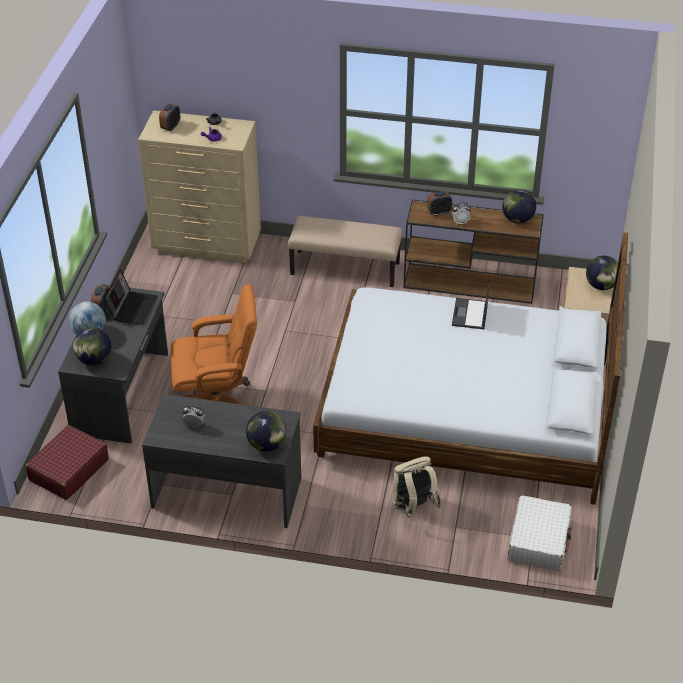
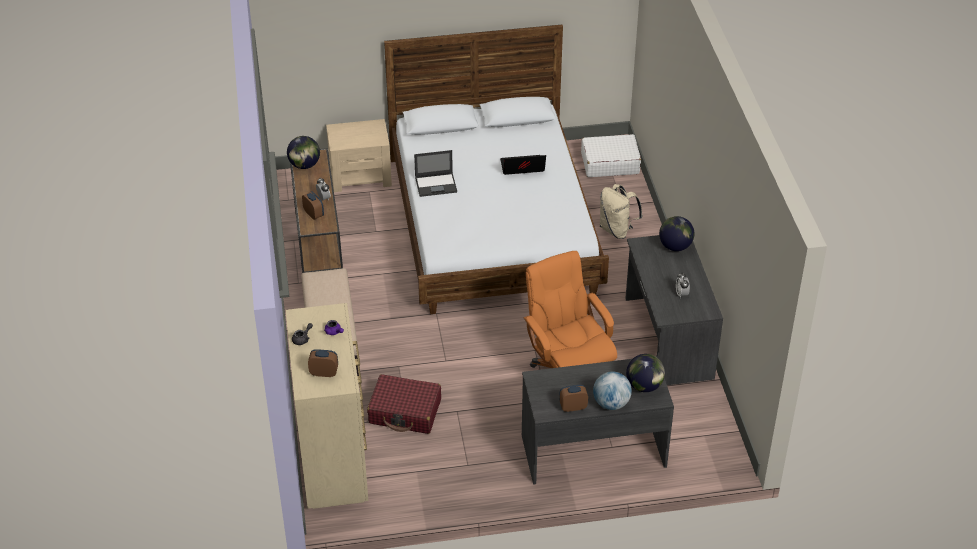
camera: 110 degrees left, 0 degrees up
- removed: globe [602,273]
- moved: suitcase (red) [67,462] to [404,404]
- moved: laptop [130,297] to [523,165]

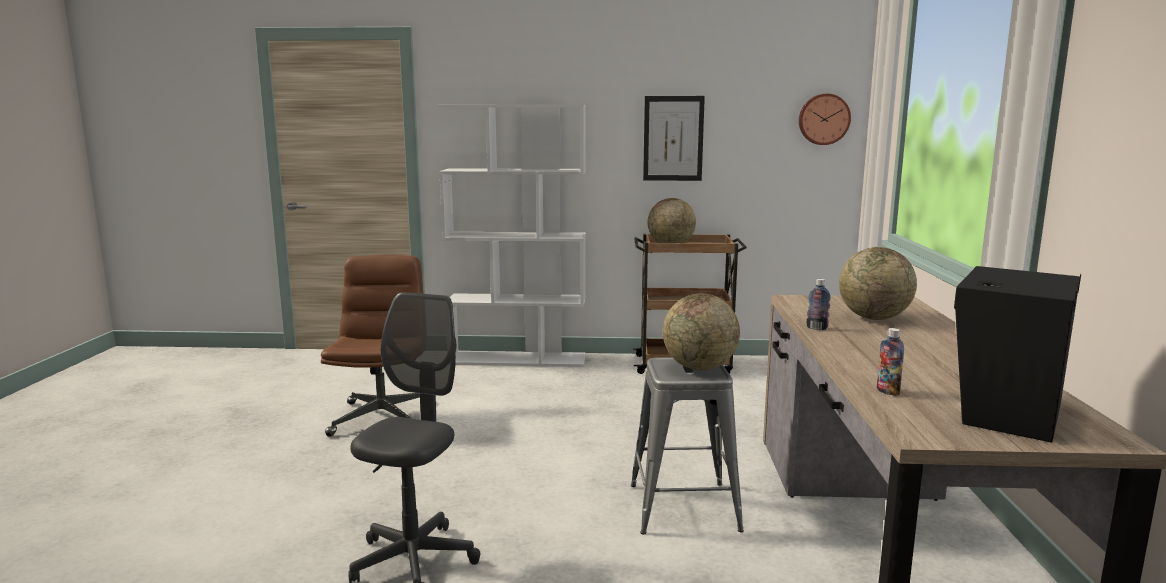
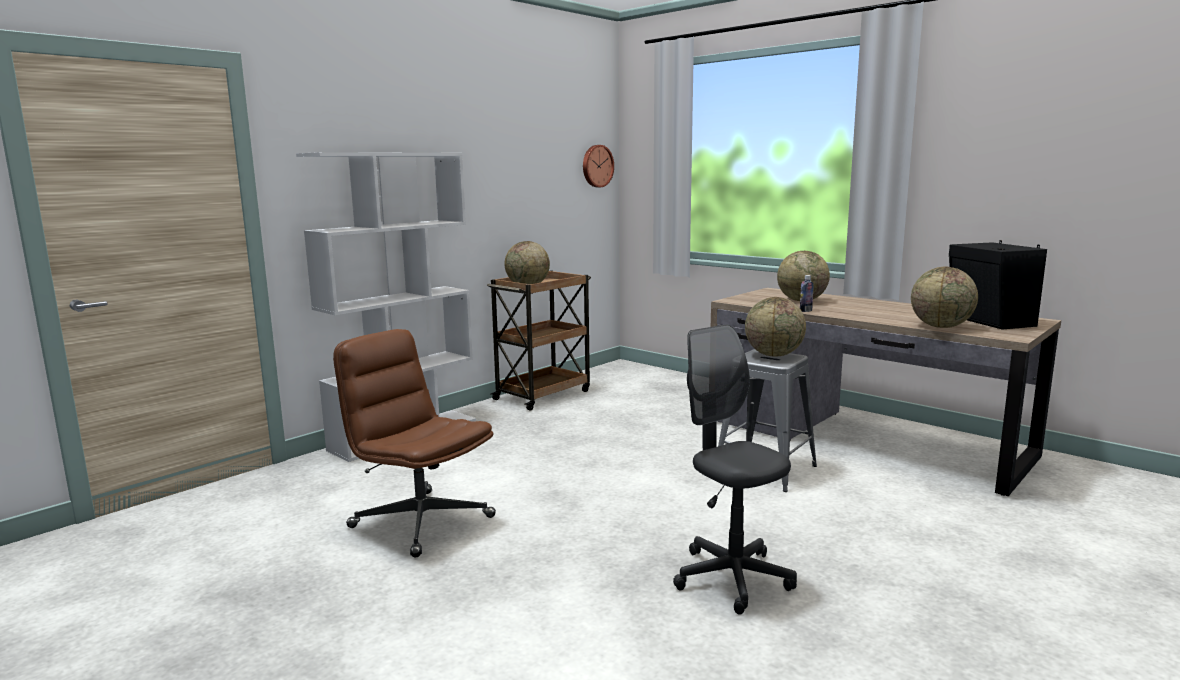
camera: 50 degrees left, 0 degrees up
- removed: picture [674,138]
- replaced: bottle [890,362] to globe [944,297]

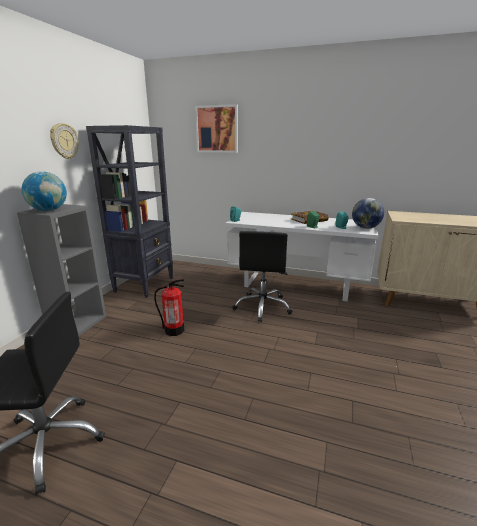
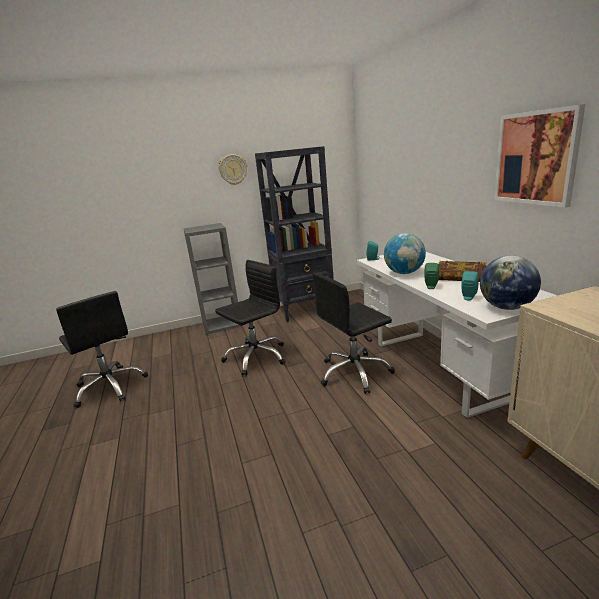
camera: 55 degrees right, 0 degrees up
- moved: globe [44,191] to [405,253]
- moved: picture [216,128] to [539,156]
- replaced: fire extinguisher [169,307] to office chair (black) [250,318]

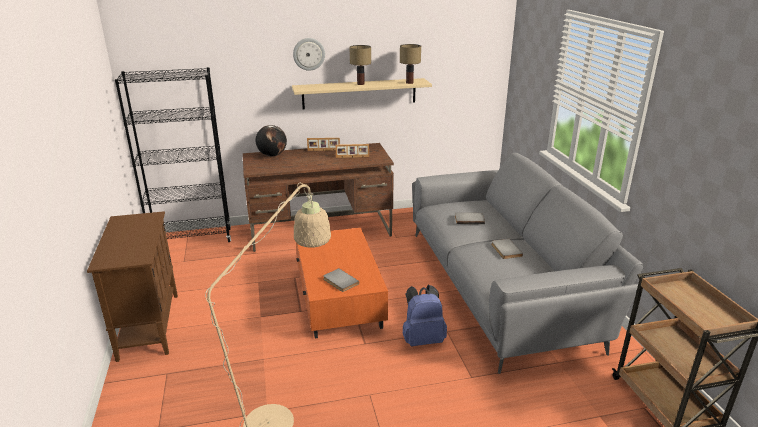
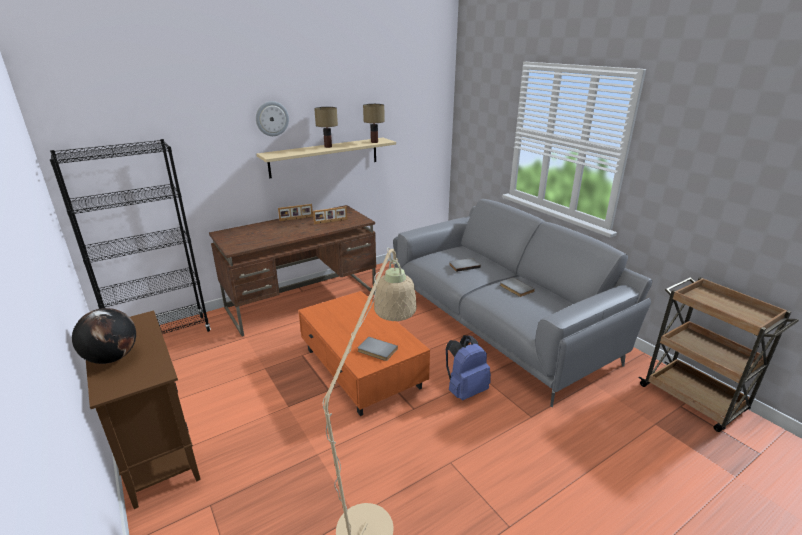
camera: 20 degrees left, 0 degrees up
- moved: globe [271,141] to [104,336]

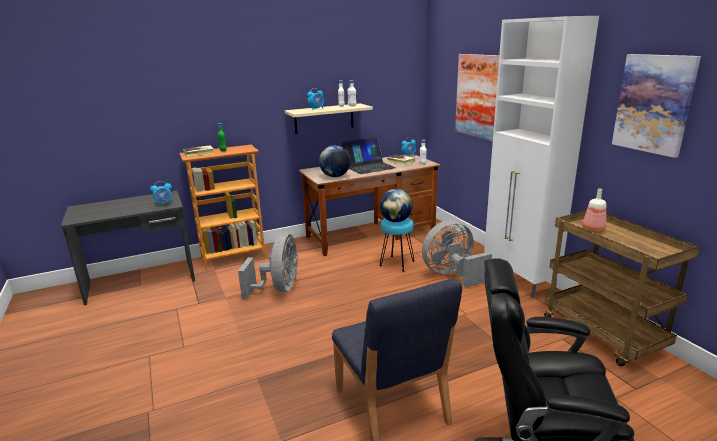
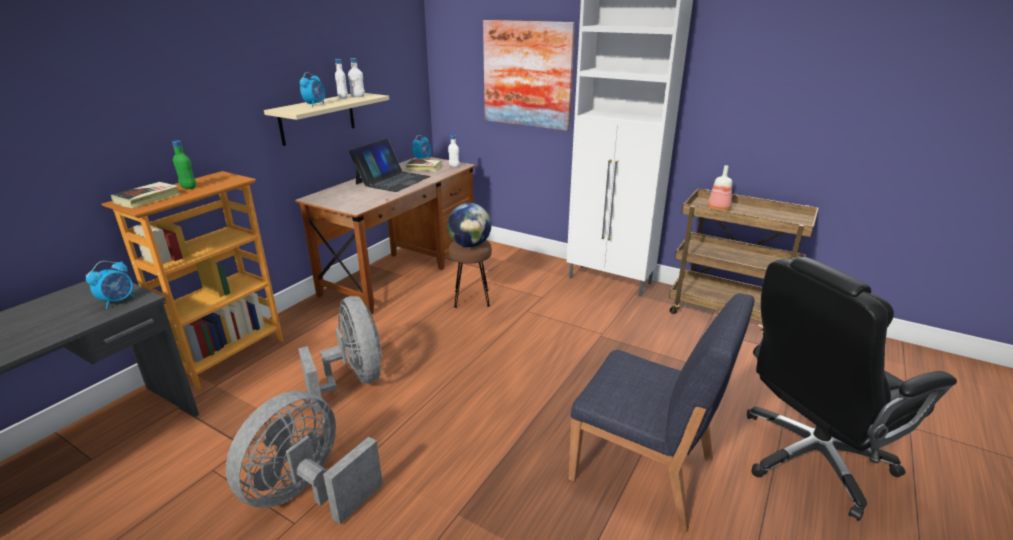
camera: 35 degrees left, 5 degrees up
- removed: globe [335,161]
- removed: picture [656,106]
- moved: fan (grey) [457,253] to [304,457]
- recoloured: stool (turquoise) [397,244] to stool (brown) [470,274]

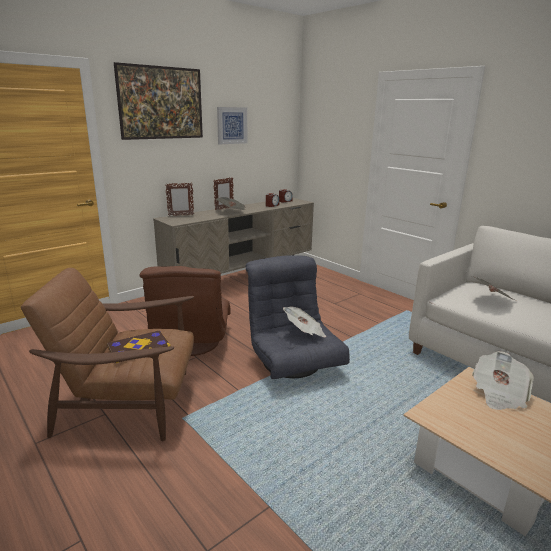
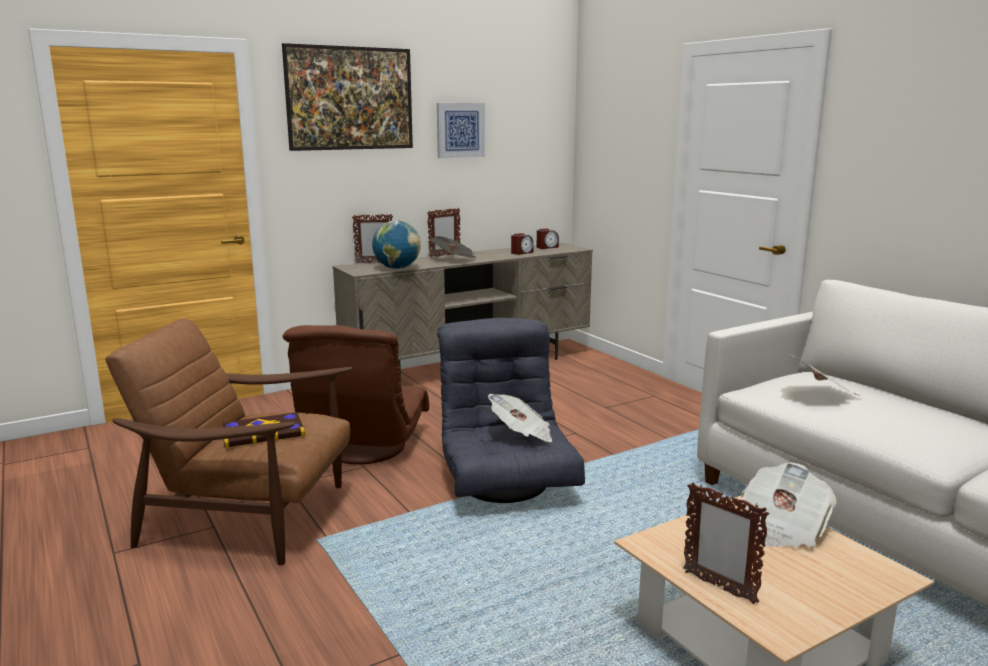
camera: 10 degrees right, 5 degrees down
- added: globe [396,244]
- added: picture frame [726,543]

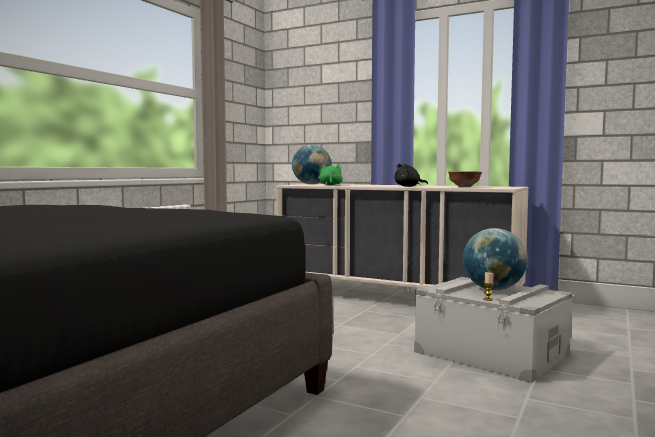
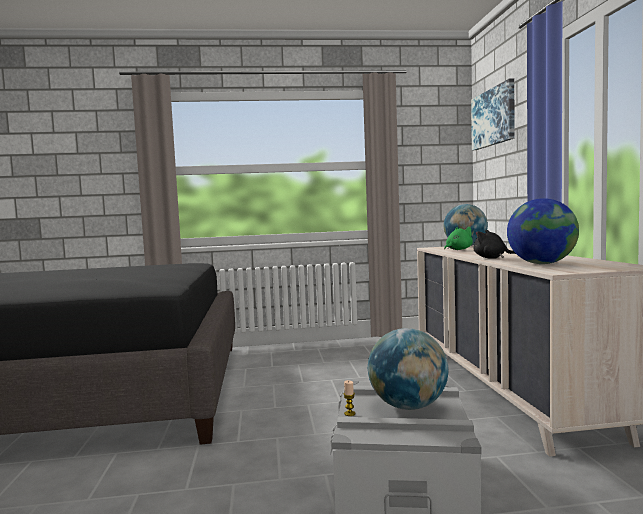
camera: 55 degrees right, 0 degrees up
- added: picture [493,114]
- replaced: bowl [465,179] to globe [543,231]

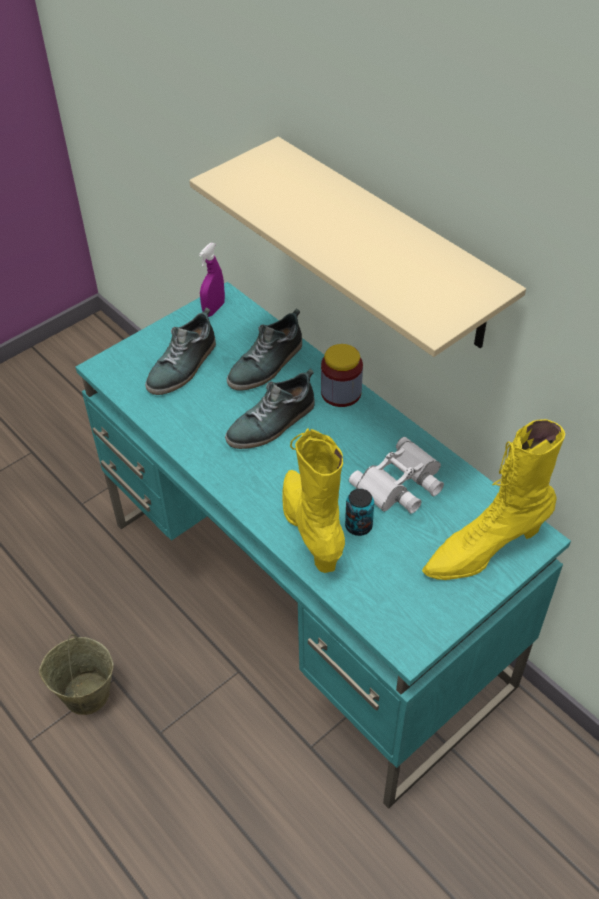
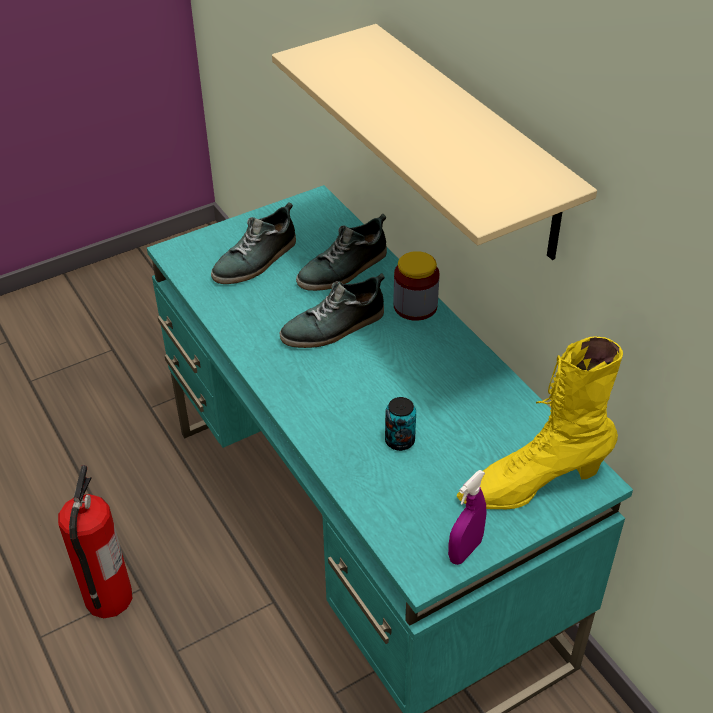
camera: 10 degrees right, 5 degrees down
- removed: boot (yellow) [313,500]
- removed: binoculars (white) [396,475]
- moved: spray bottle (purple) [212,280] to [467,517]
- replaced: bucket (beige) [76,674] to fire extinguisher [95,541]

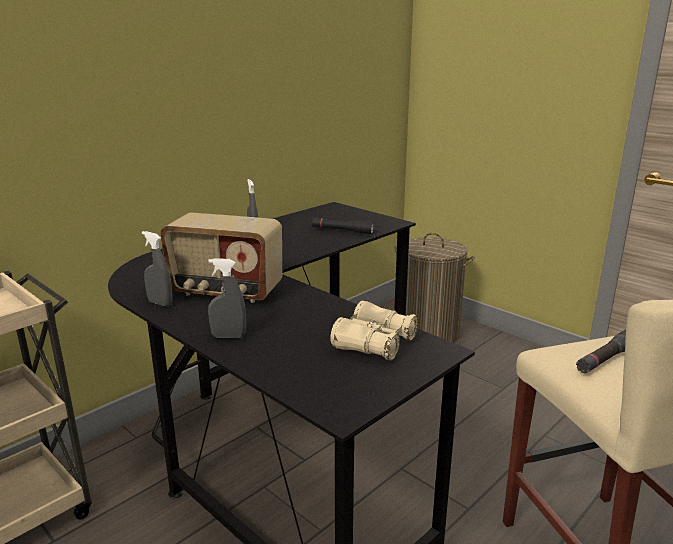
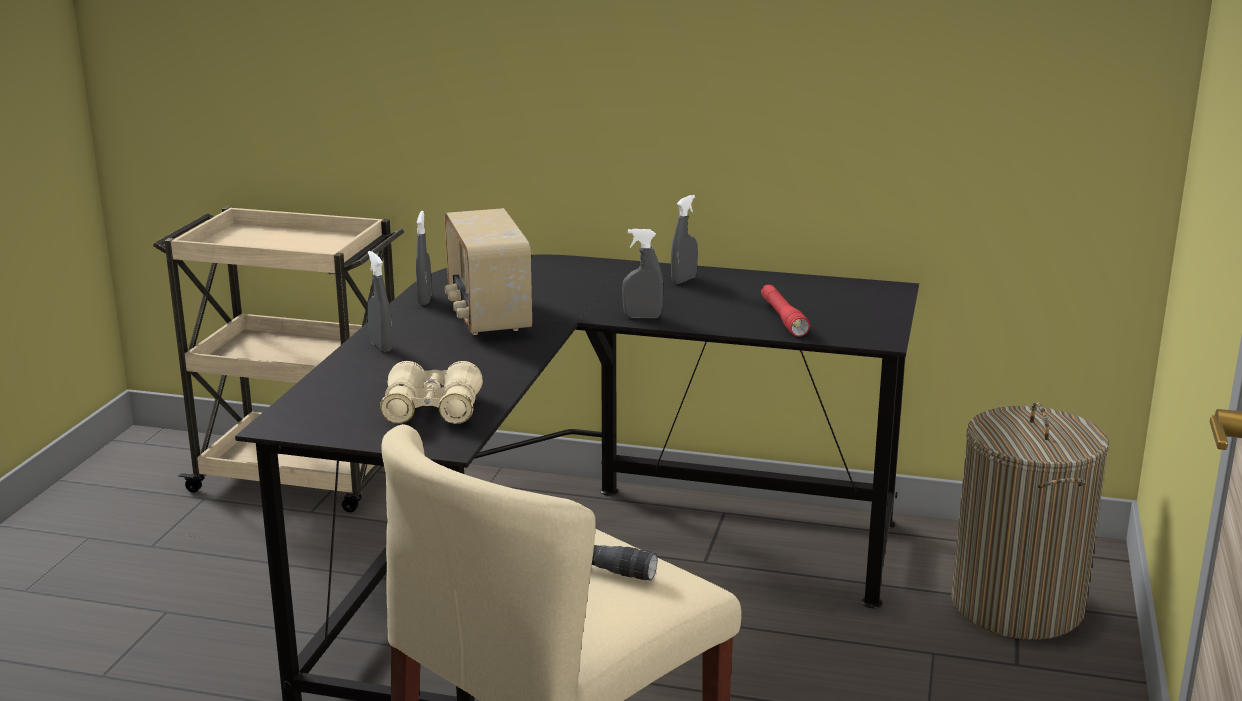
camera: 60 degrees right, 0 degrees up
- added: spray bottle (grey) [642,273]
- recoloured: flashlight (black) [343,226] to flashlight (red) [785,311]

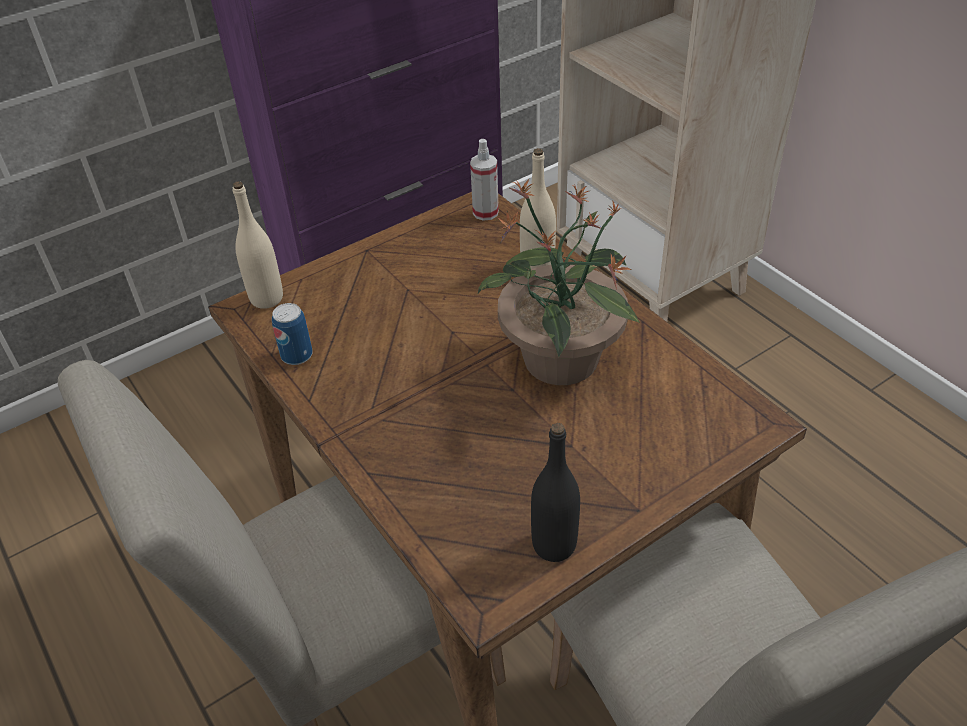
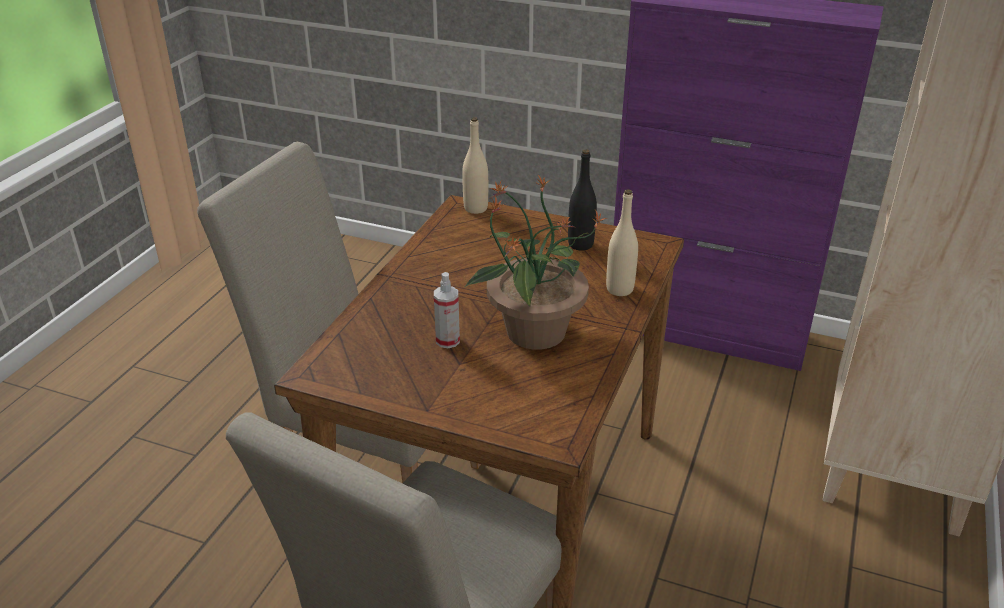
camera: 55 degrees right, 10 degrees down
- removed: can [292,334]
- moved: spray bottle [484,180] to [447,310]
- moved: bottle (black) [555,492] to [582,200]

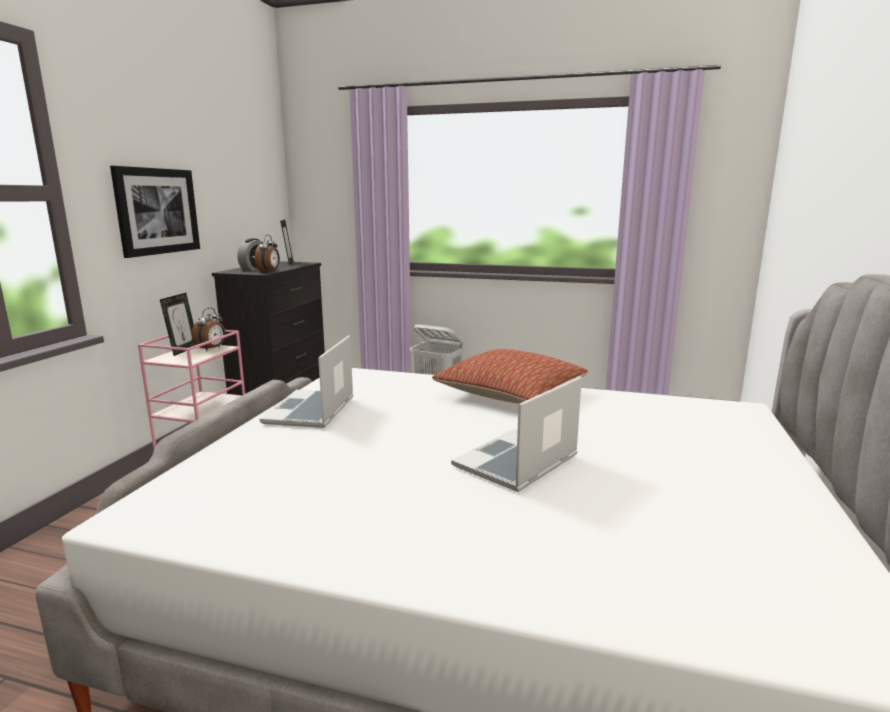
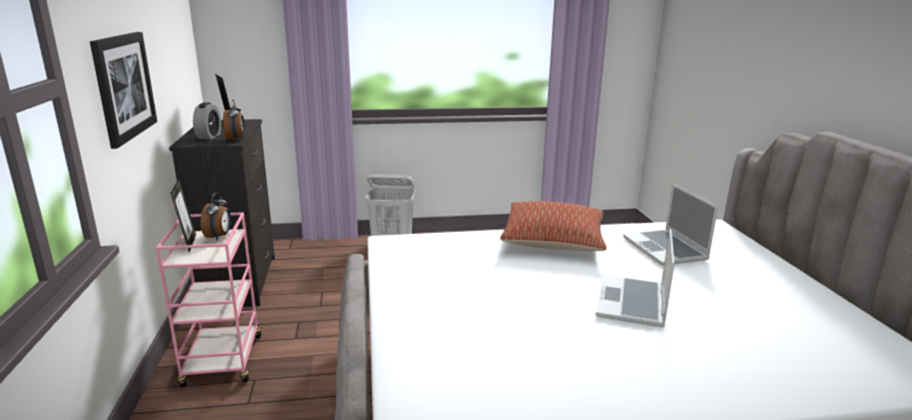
camera: 25 degrees left, 5 degrees up
- moved: laptop [307,381] to [670,225]

